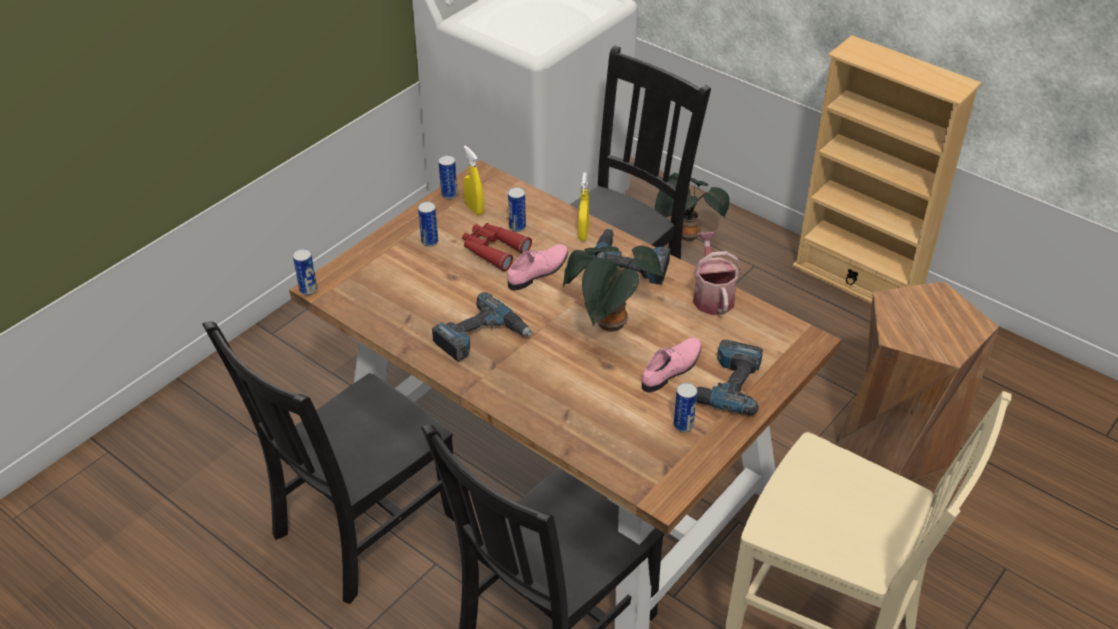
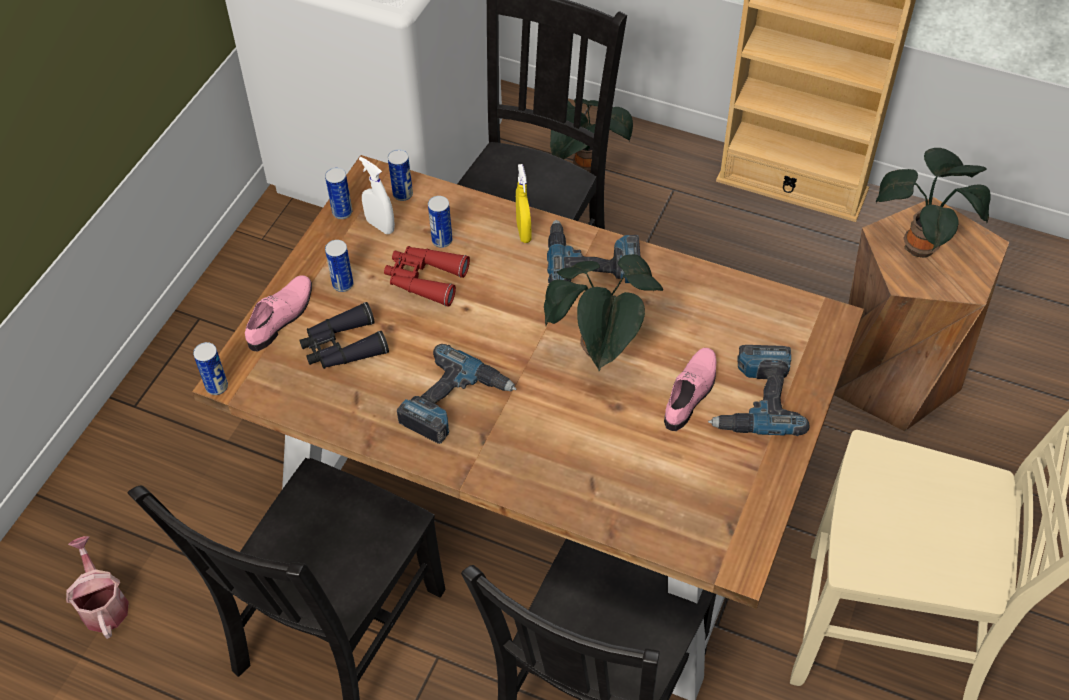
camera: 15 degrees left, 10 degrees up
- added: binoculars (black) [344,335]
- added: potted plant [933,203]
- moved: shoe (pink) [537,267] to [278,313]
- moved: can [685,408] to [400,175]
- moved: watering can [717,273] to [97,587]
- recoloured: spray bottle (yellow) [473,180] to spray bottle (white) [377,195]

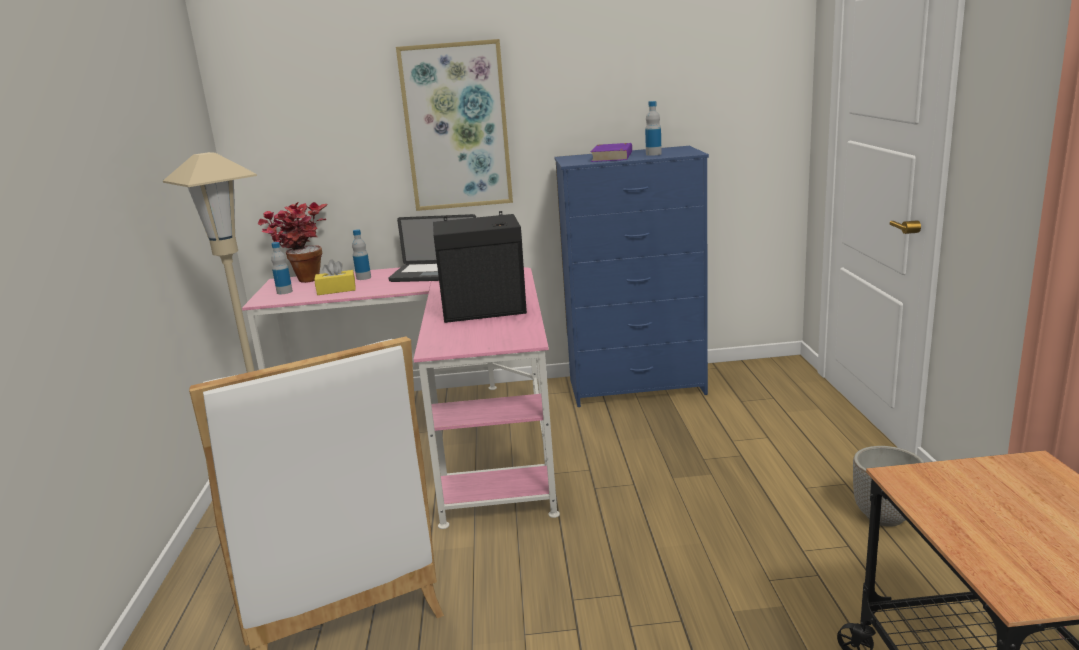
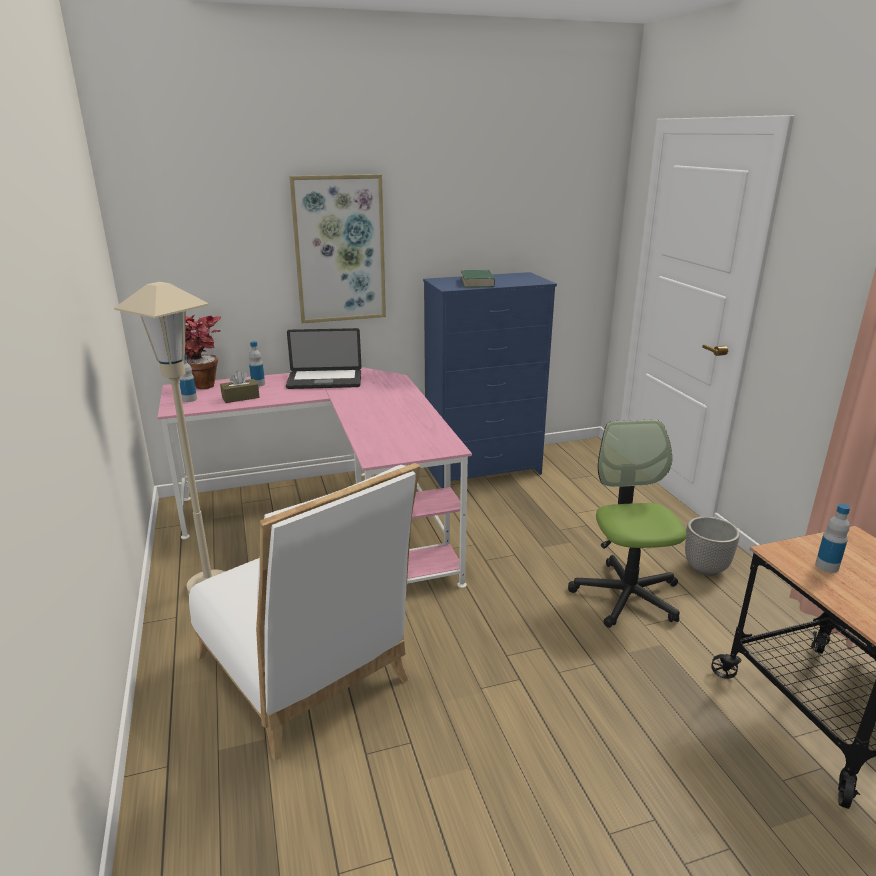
camera: 15 degrees left, 5 degrees up
- removed: speaker (black) [480,267]
- added: office chair [627,523]
- moved: bottle [653,128] to [832,538]
- recoloured: tissue box (yellow) [335,277] to tissue box (brown) [240,387]
- recoloured: book (purple) [611,152] to book (green) [478,278]

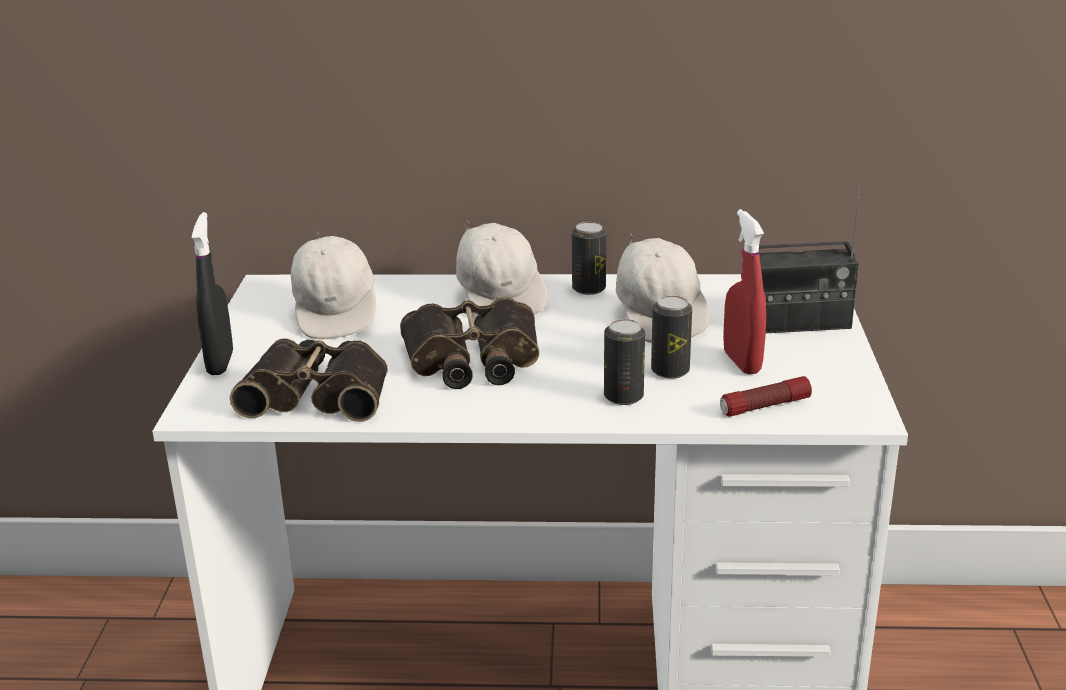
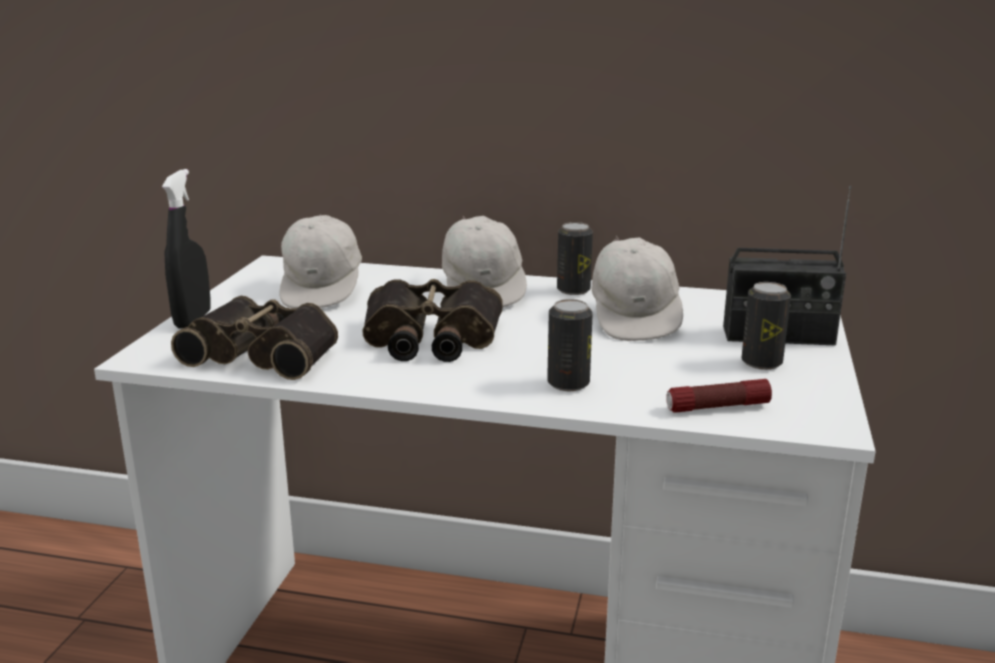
camera: 10 degrees right, 5 degrees down
- removed: spray bottle (red) [744,292]
- moved: can [671,337] to [766,326]

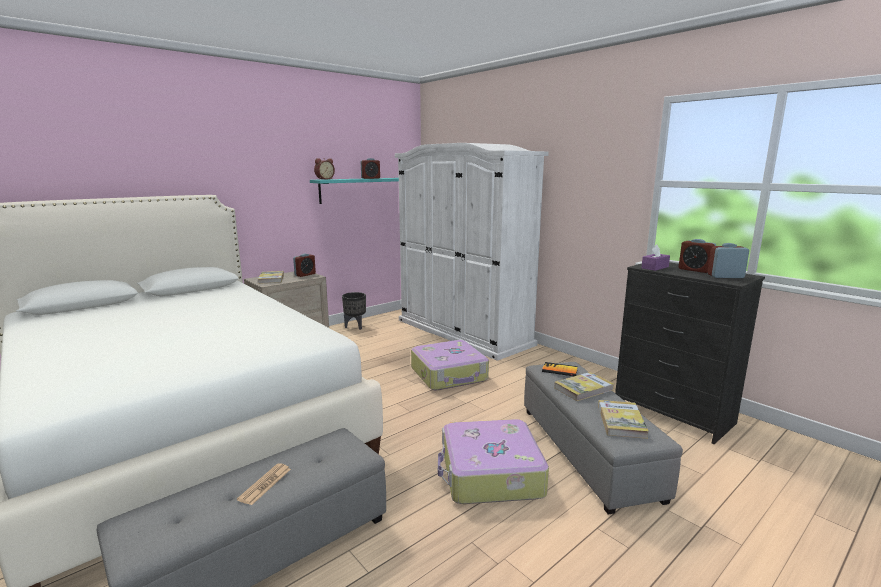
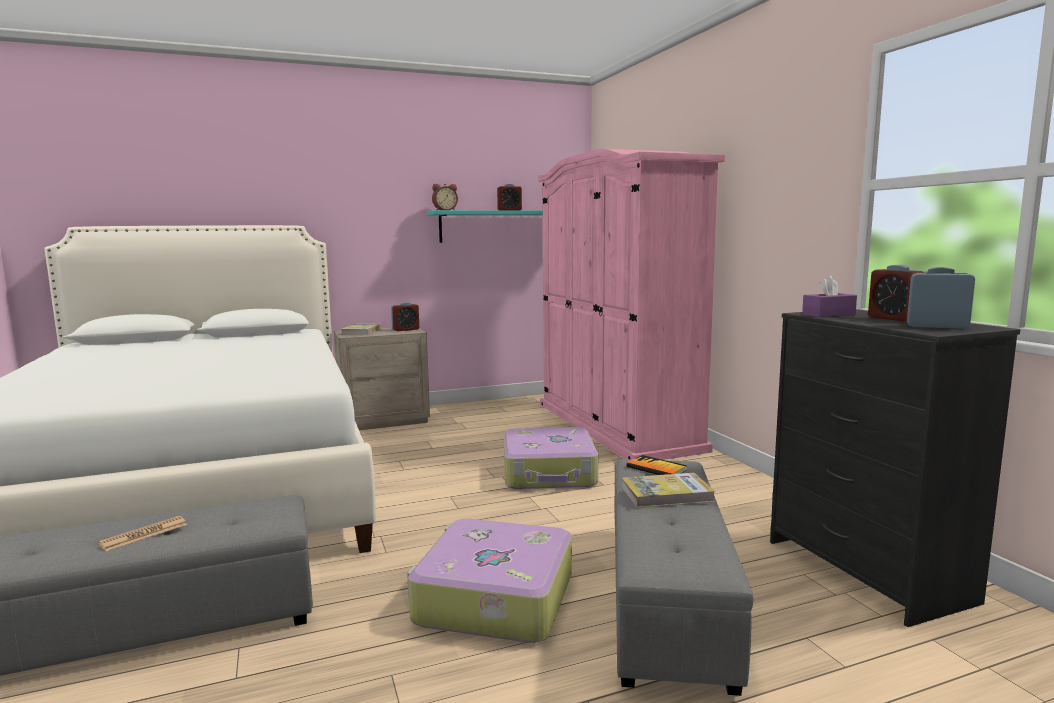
camera: 20 degrees right, 5 degrees down
- removed: planter (black) [354,311]
- removed: book [623,419]
- recoloured: wardrobe (white) [472,252] to wardrobe (pink) [631,304]

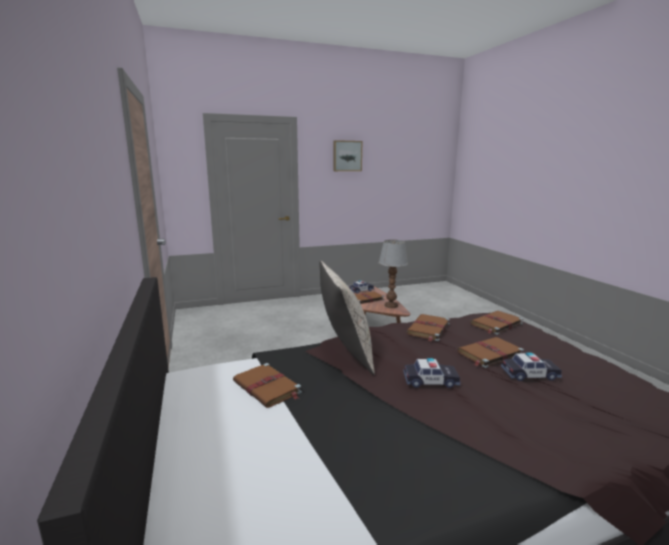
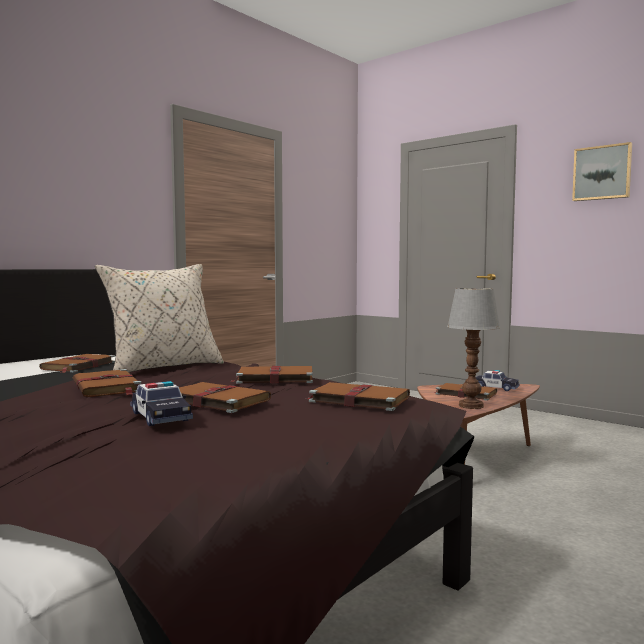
camera: 60 degrees right, 10 degrees down
- replaced: toy car [432,373] to book (brown) [107,383]

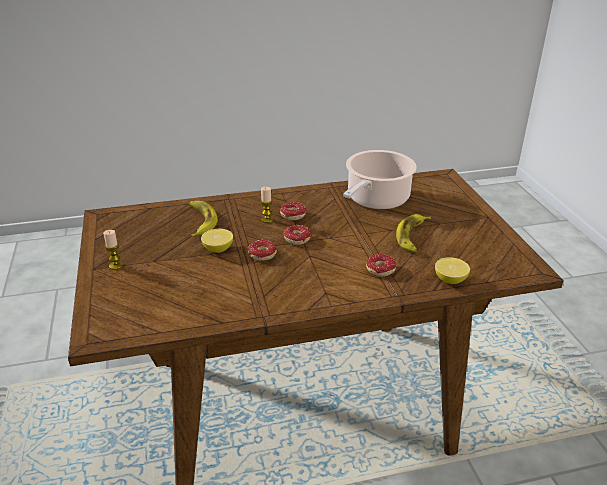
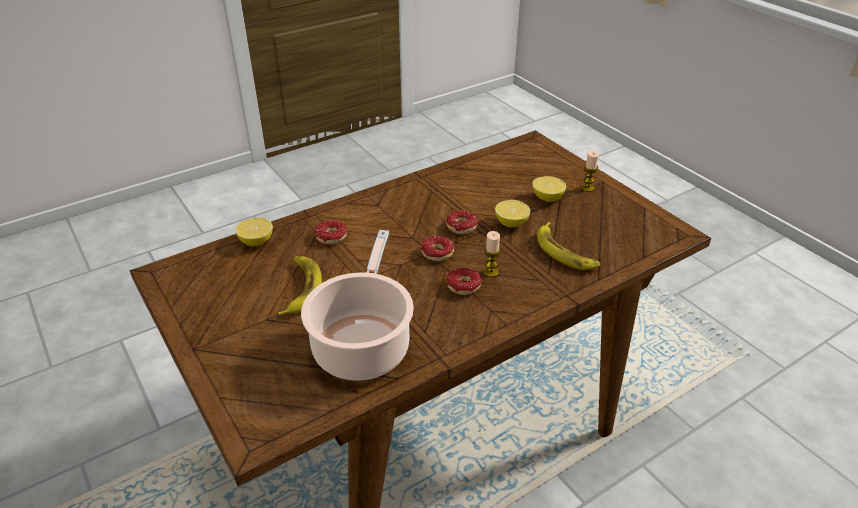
camera: 160 degrees right, 5 degrees up
- added: lemon [549,189]

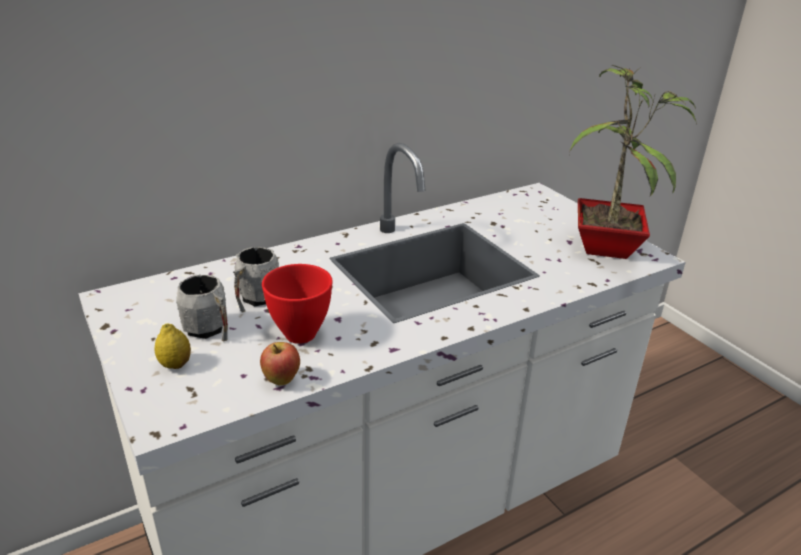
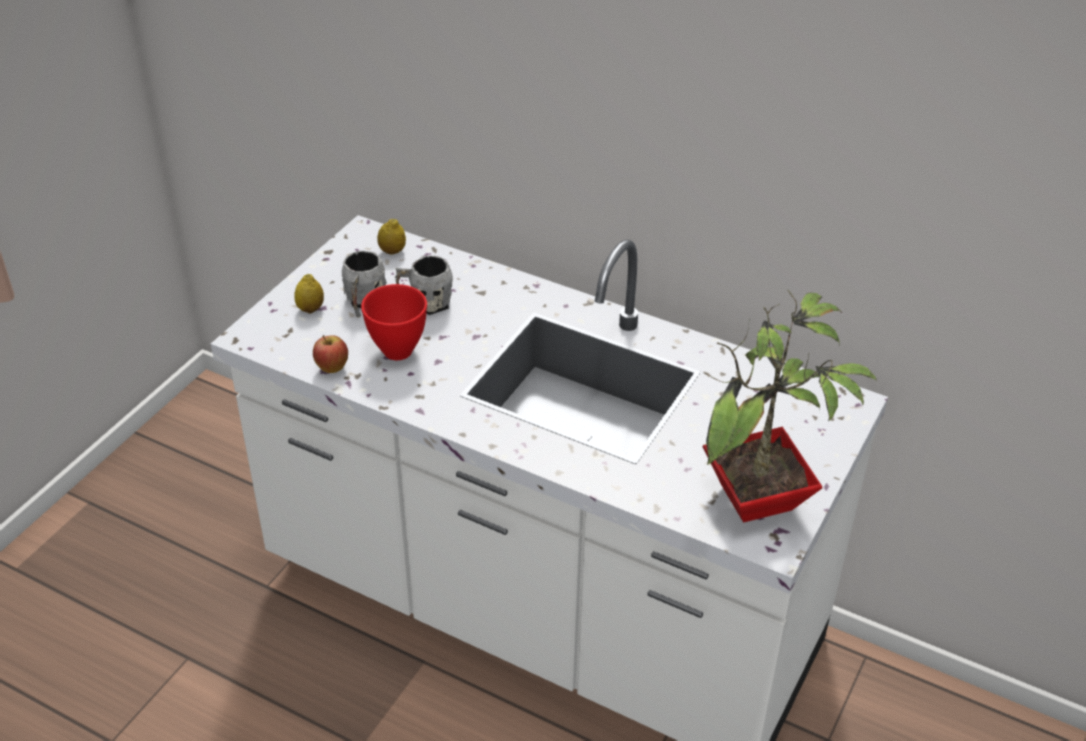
camera: 60 degrees right, 10 degrees up
- added: lemon [391,237]

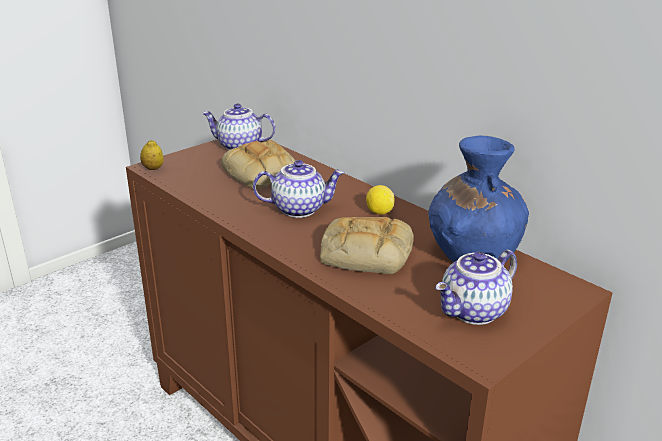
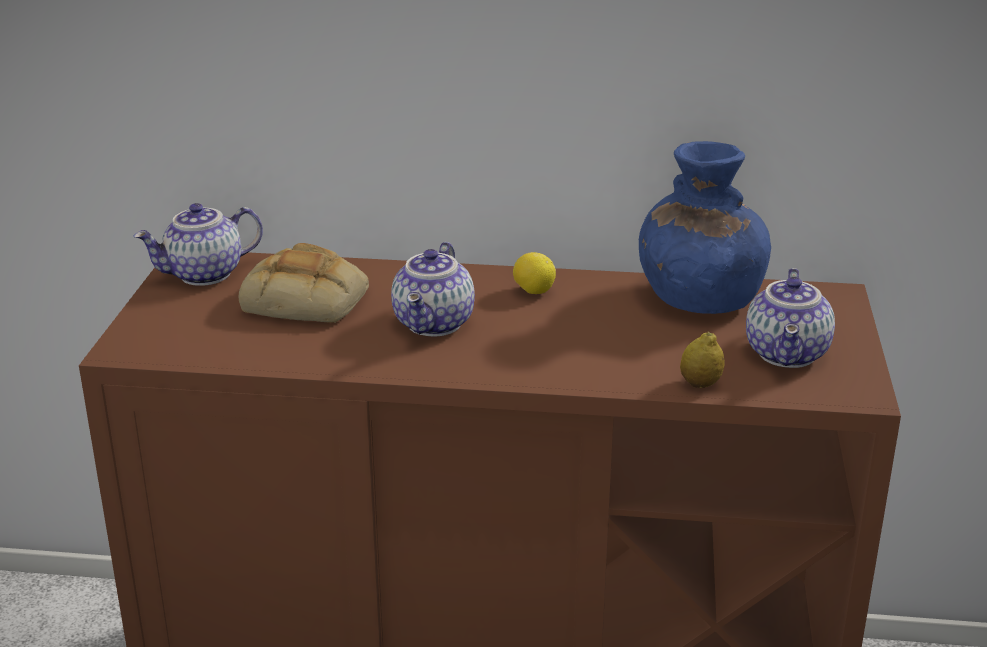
camera: 40 degrees left, 0 degrees up
- removed: bread [366,245]
- moved: lemon [151,154] to [702,360]
- turned: teapot [298,189] = [433,288] 150 degrees clockwise

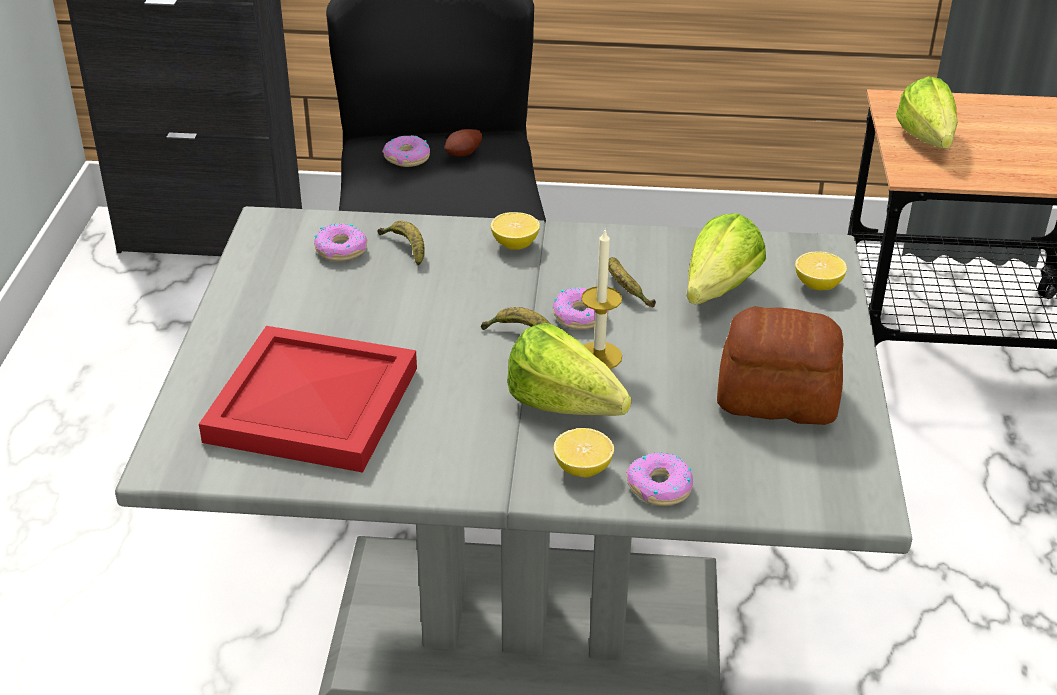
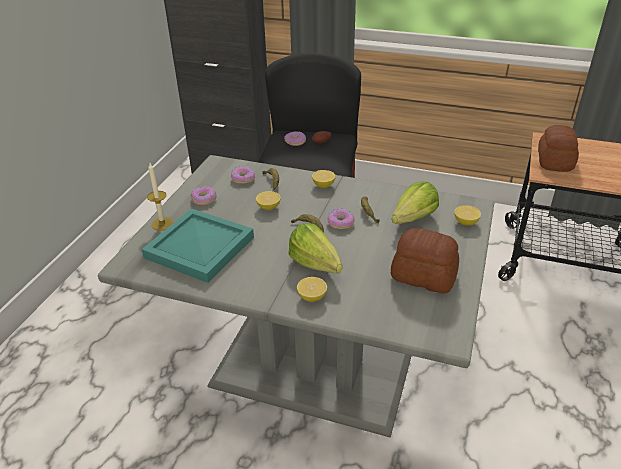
camera: 15 degrees right, 0 degrees up
- added: lemon [268,200]
- moved: candle [601,299] to [160,196]
- moved: donut [659,479] to [203,196]
- replaced: lettuce [927,112] to bread [558,148]
- recoloured: tray (red) [308,399] to tray (turquoise) [198,246]

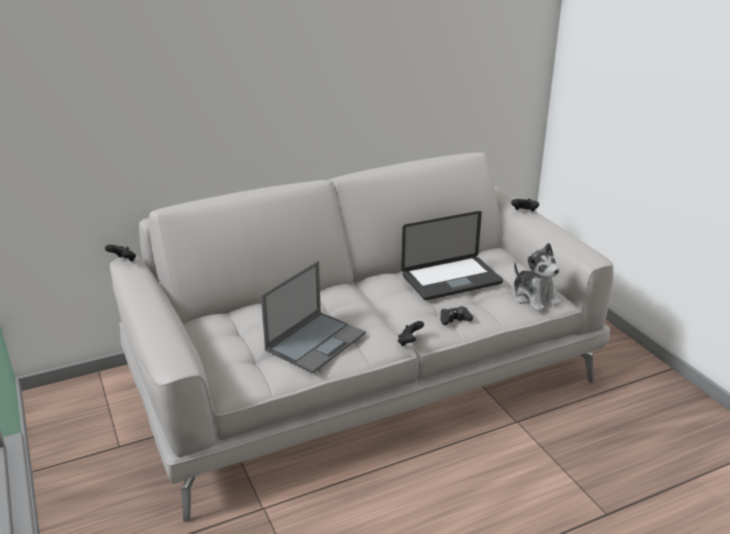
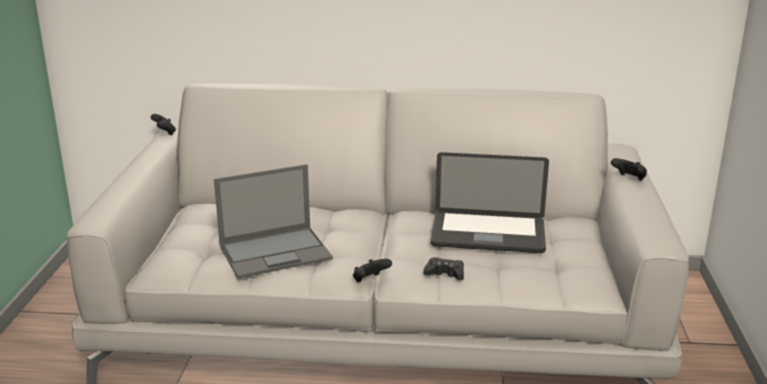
camera: 30 degrees right, 5 degrees down
- removed: plush toy [536,277]

